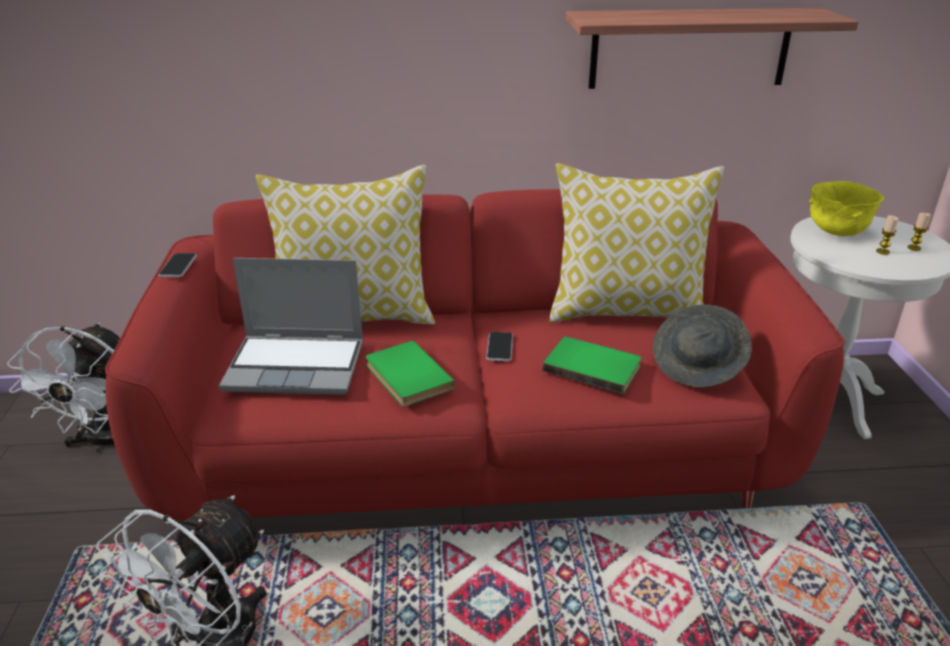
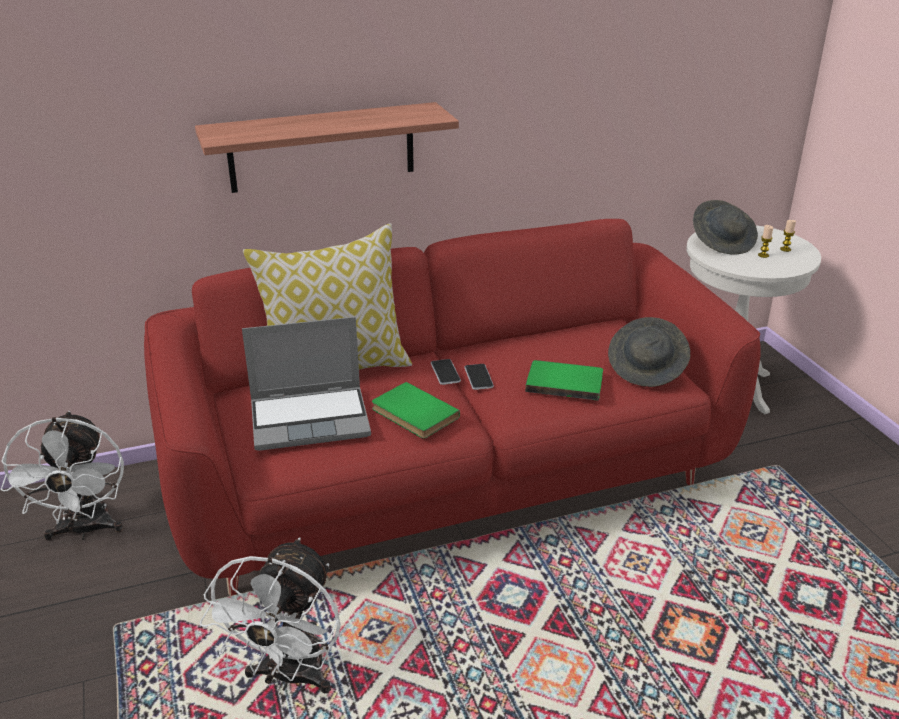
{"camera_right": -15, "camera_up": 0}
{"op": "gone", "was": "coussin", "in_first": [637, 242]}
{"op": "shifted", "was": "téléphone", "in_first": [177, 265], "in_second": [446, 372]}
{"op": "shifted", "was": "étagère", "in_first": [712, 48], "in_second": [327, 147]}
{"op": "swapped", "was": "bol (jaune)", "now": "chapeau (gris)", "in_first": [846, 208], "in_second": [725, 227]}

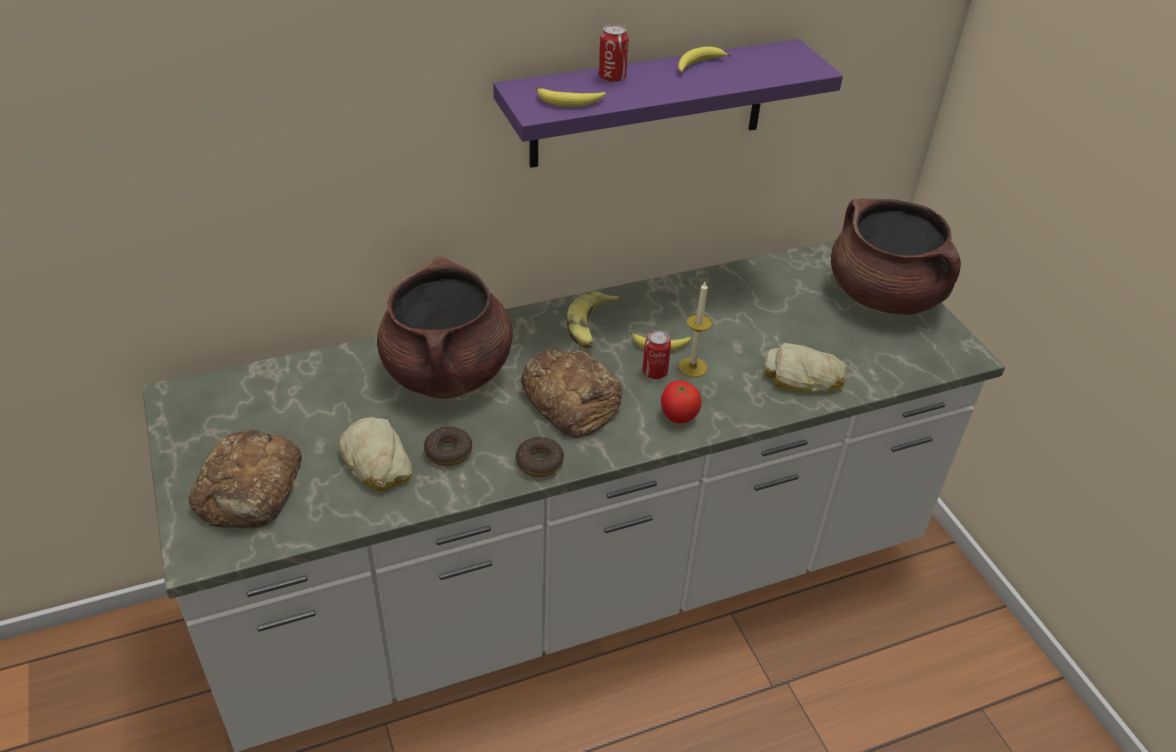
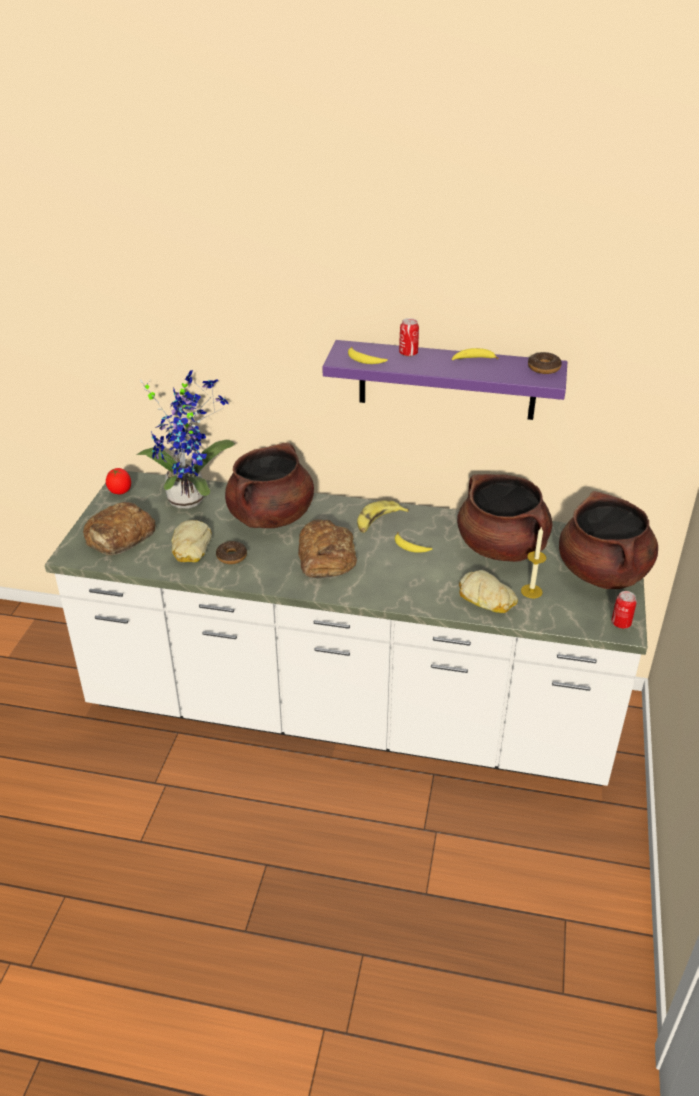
{"camera_right": 35, "camera_up": -5}
{"op": "new", "now": "plante en pot", "in_second": [186, 439]}
{"op": "new", "now": "marmite (marron)", "in_second": [504, 518]}
{"op": "shifted", "was": "beignet", "in_first": [540, 457], "in_second": [545, 363]}
{"op": "shifted", "was": "boîte métallique", "in_first": [656, 354], "in_second": [624, 610]}
{"op": "shifted", "was": "tomate", "in_first": [681, 402], "in_second": [118, 481]}
{"op": "shifted", "was": "bougie", "in_first": [695, 329], "in_second": [533, 562]}

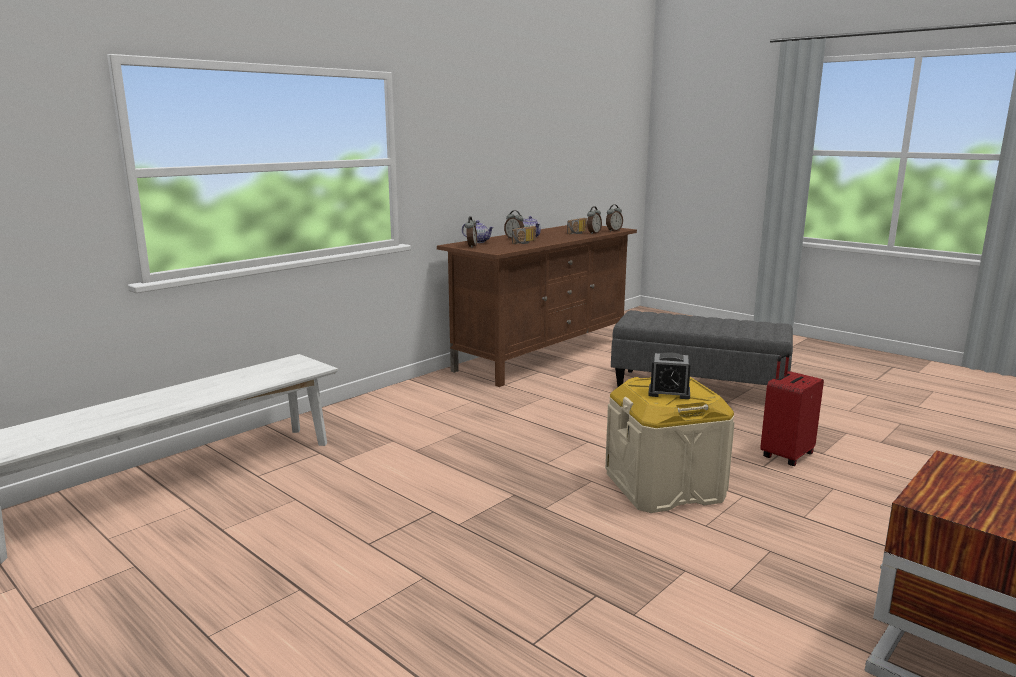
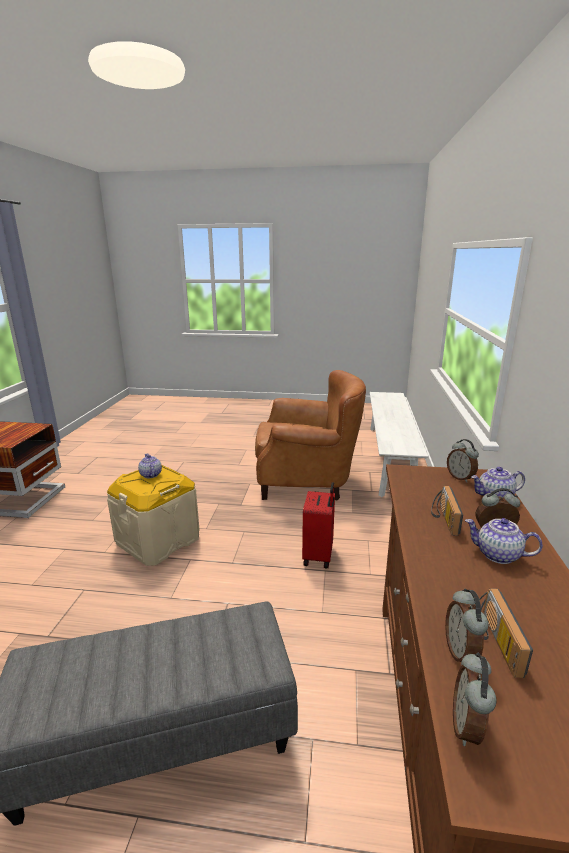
{"camera_right": 145, "camera_up": 5}
{"op": "new", "now": "fauteuil (marron)", "in_second": [310, 435]}
{"op": "shifted", "was": "valise (rouge)", "in_first": [792, 409], "in_second": [318, 525]}
{"op": "swapped", "was": "réveil", "now": "théière", "in_first": [669, 375], "in_second": [150, 466]}

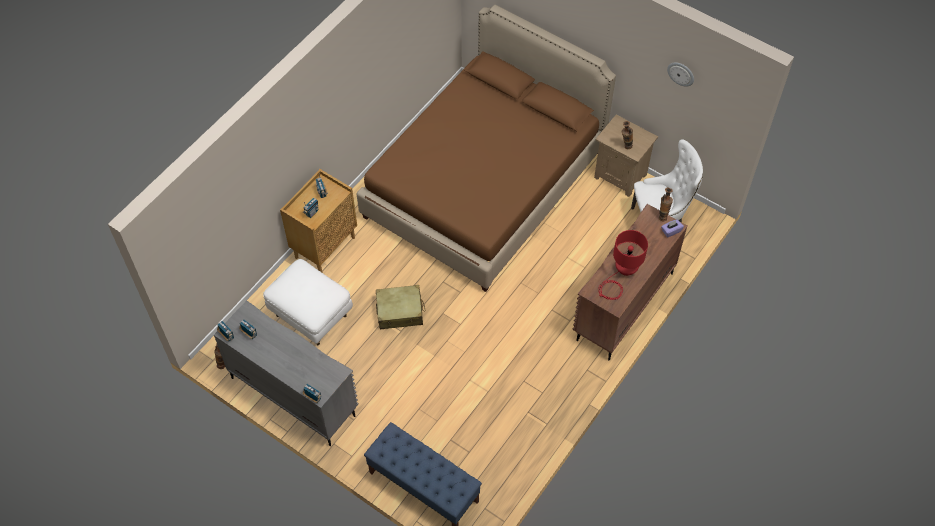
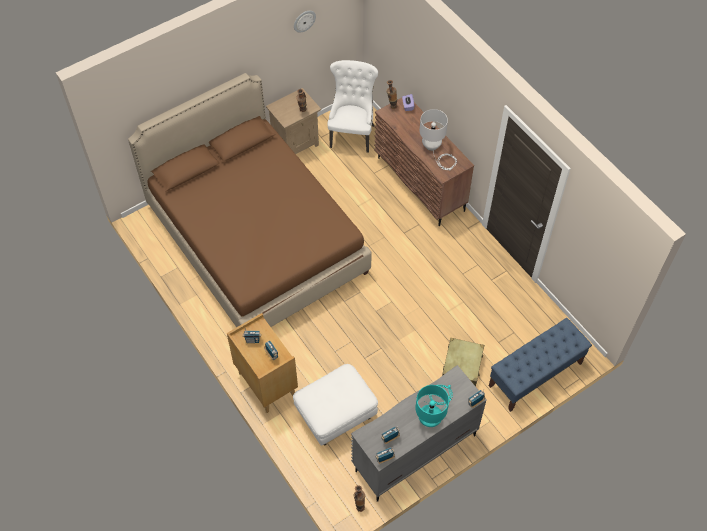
{"camera_right": -70, "camera_up": 0}
{"op": "new", "now": "lampe de table (turquoise)", "in_second": [434, 406]}
{"op": "shifted", "was": "valise (beige)", "in_first": [400, 307], "in_second": [463, 362]}
{"op": "repainted", "was": "lampe de table (rouge)", "now": "lampe de table (gris)", "in_first": [623, 265], "in_second": [438, 140]}

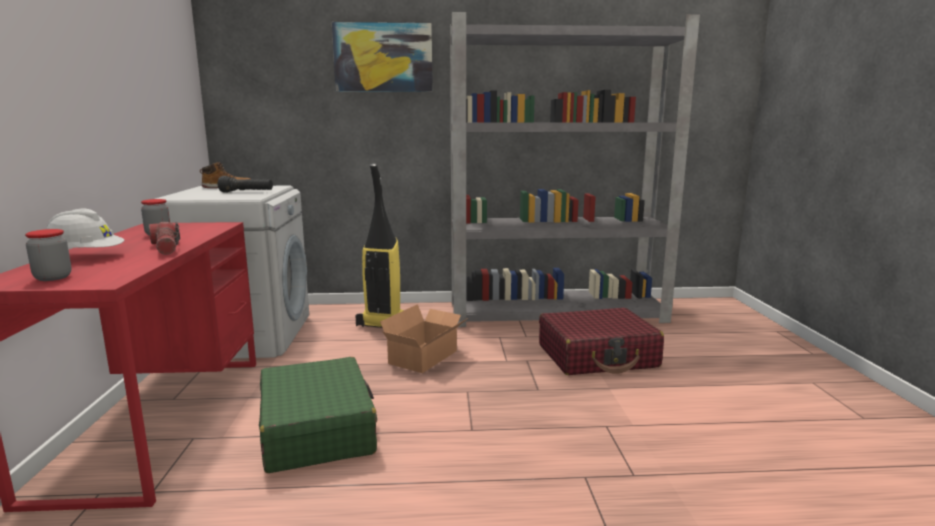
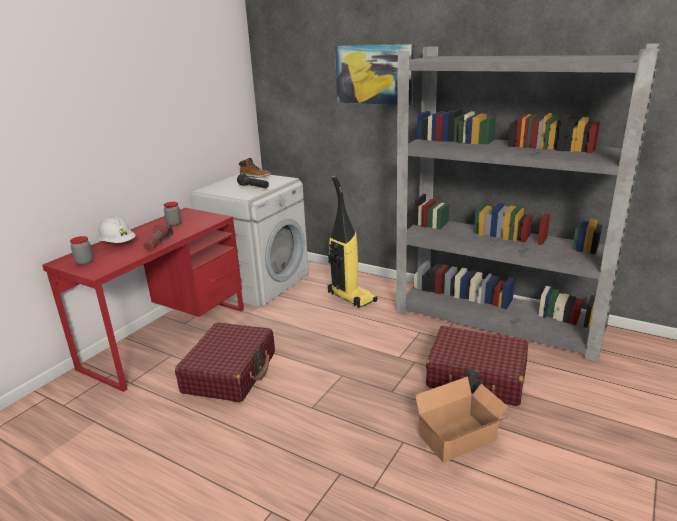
{"camera_right": 35, "camera_up": 10}
{"op": "shifted", "was": "carton", "in_first": [424, 338], "in_second": [461, 419]}
{"op": "repainted", "was": "valise (vert)", "now": "valise (rouge)", "in_first": [318, 415], "in_second": [225, 362]}

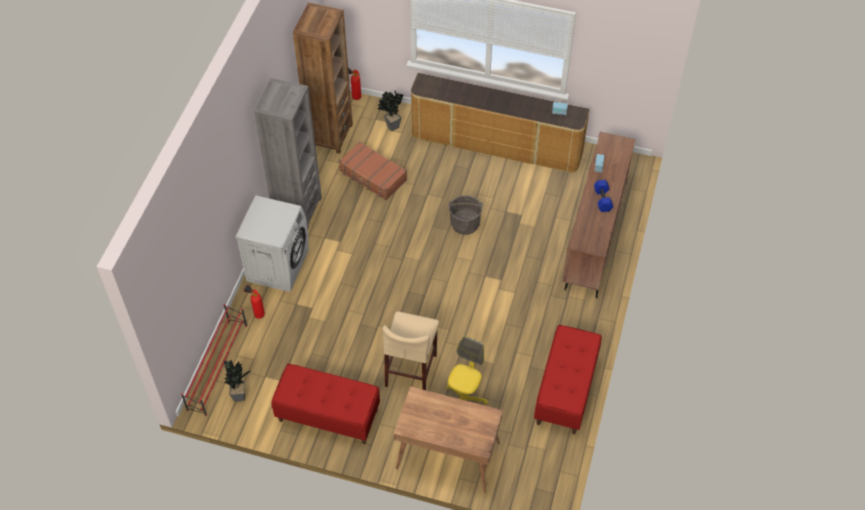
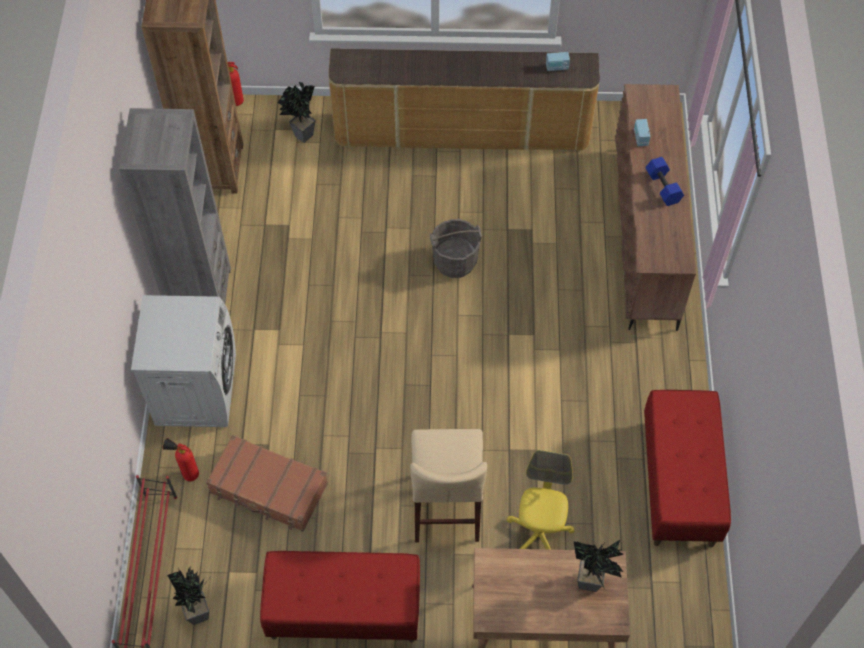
{"camera_right": -15, "camera_up": 5}
{"op": "new", "now": "plante en pot", "in_second": [599, 566]}
{"op": "shifted", "was": "valise (marron)", "in_first": [373, 170], "in_second": [267, 483]}

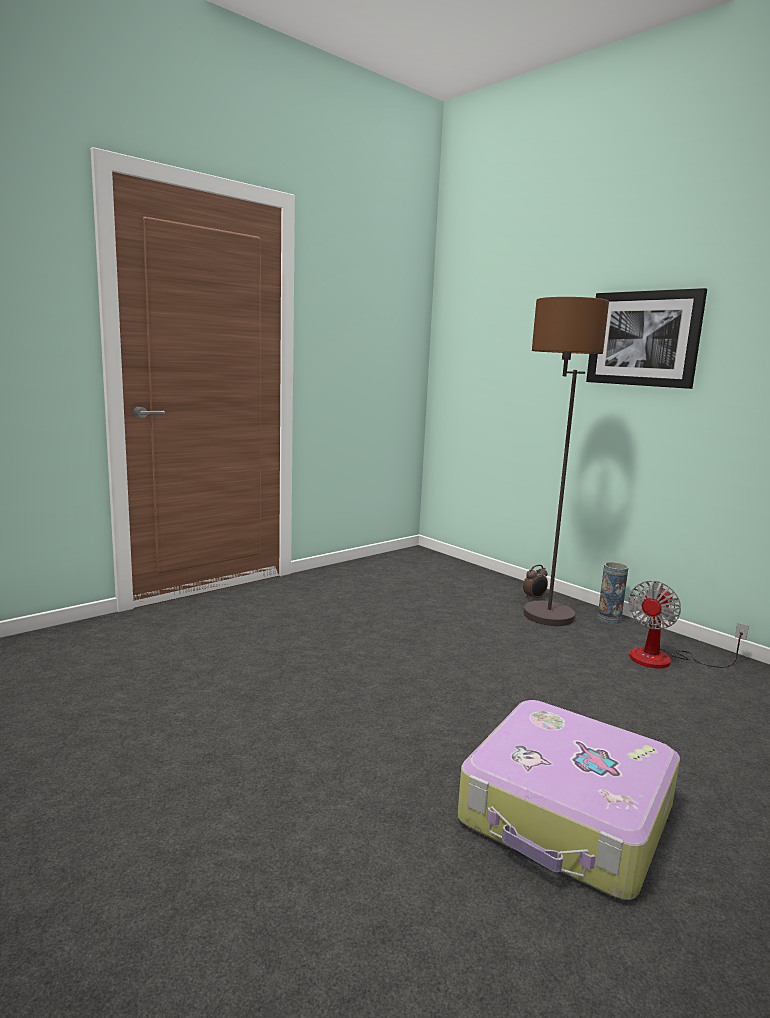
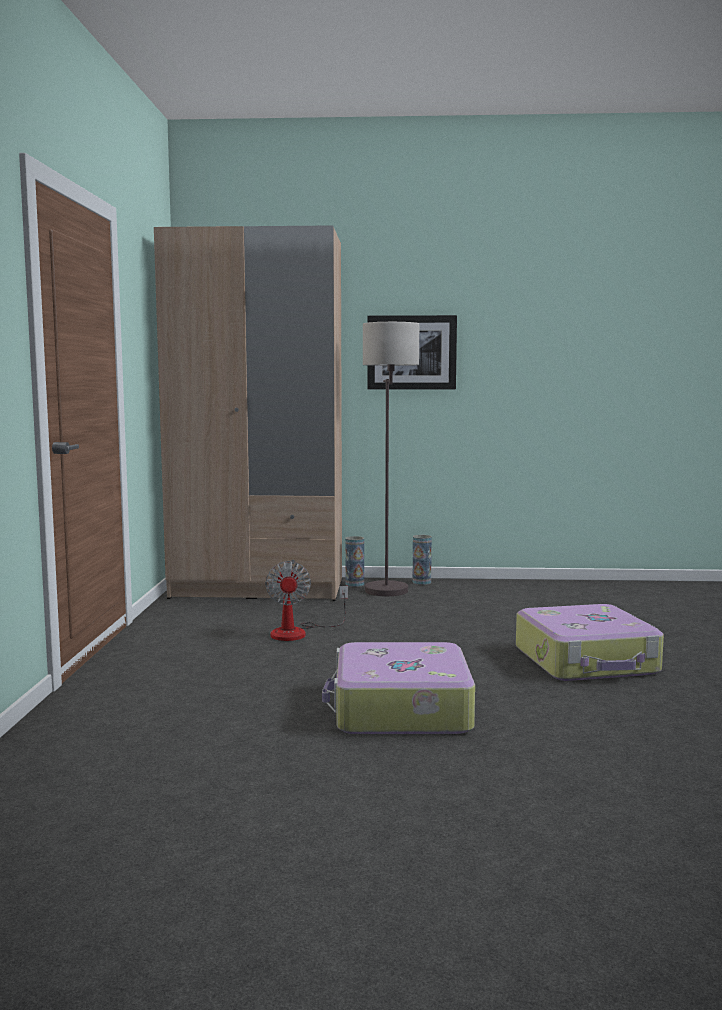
{"camera_right": -45, "camera_up": -5}
{"op": "new", "now": "armoire (beige)", "in_second": [248, 413]}
{"op": "new", "now": "valise", "in_second": [398, 688]}
{"op": "shifted", "was": "ventilateur", "in_first": [688, 624], "in_second": [306, 601]}
{"op": "swapped", "was": "réveil", "now": "vase", "in_first": [535, 582], "in_second": [354, 561]}
{"op": "repainted", "was": "lampadaire (marron)", "now": "lampadaire (gris)", "in_first": [566, 461], "in_second": [391, 459]}

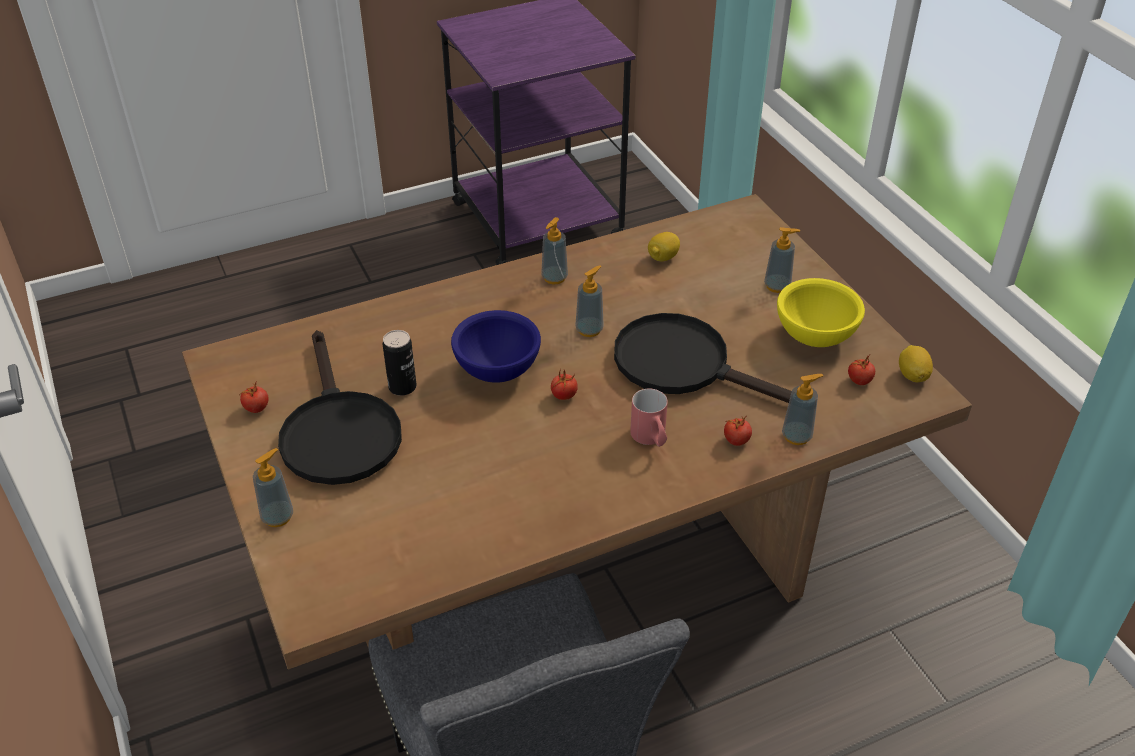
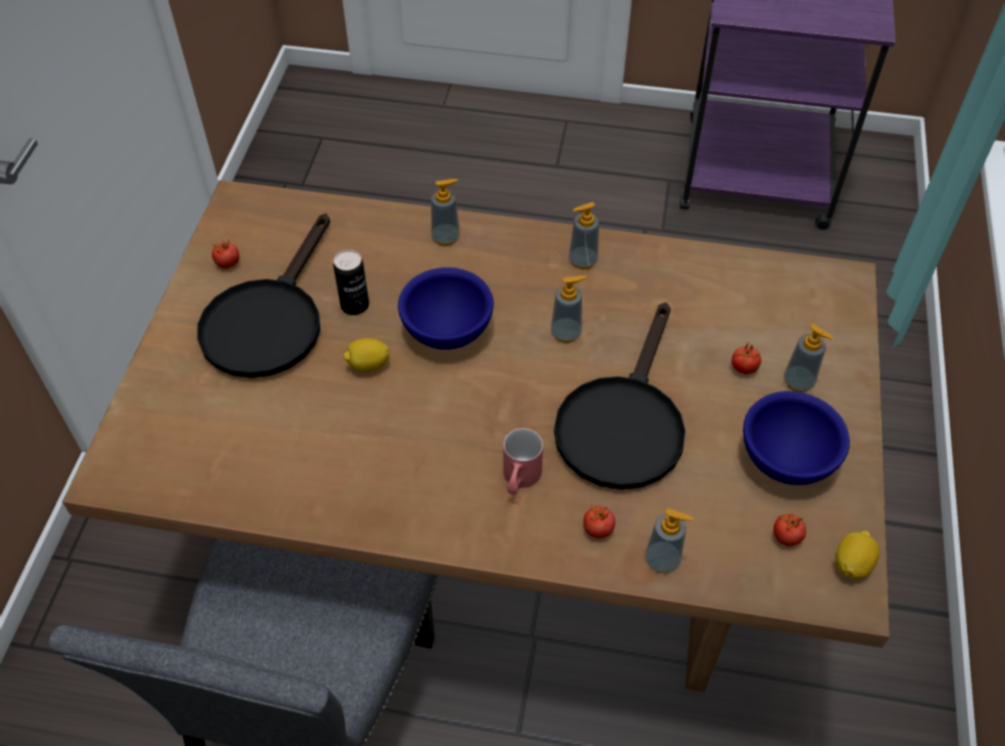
{"camera_right": 35, "camera_up": 10}
{"op": "shifted", "was": "distributeur de savon", "in_first": [273, 487], "in_second": [445, 212]}
{"op": "shifted", "was": "tomate", "in_first": [564, 385], "in_second": [746, 358]}
{"op": "shifted", "was": "citron", "in_first": [664, 246], "in_second": [366, 355]}
{"op": "repainted", "was": "bol (jaune)", "now": "bol (bleu)", "in_first": [821, 312], "in_second": [796, 438]}
{"op": "rotated", "was": "poêle (noir)", "in_first": [703, 358], "in_second": [620, 396], "clockwise": -135}

